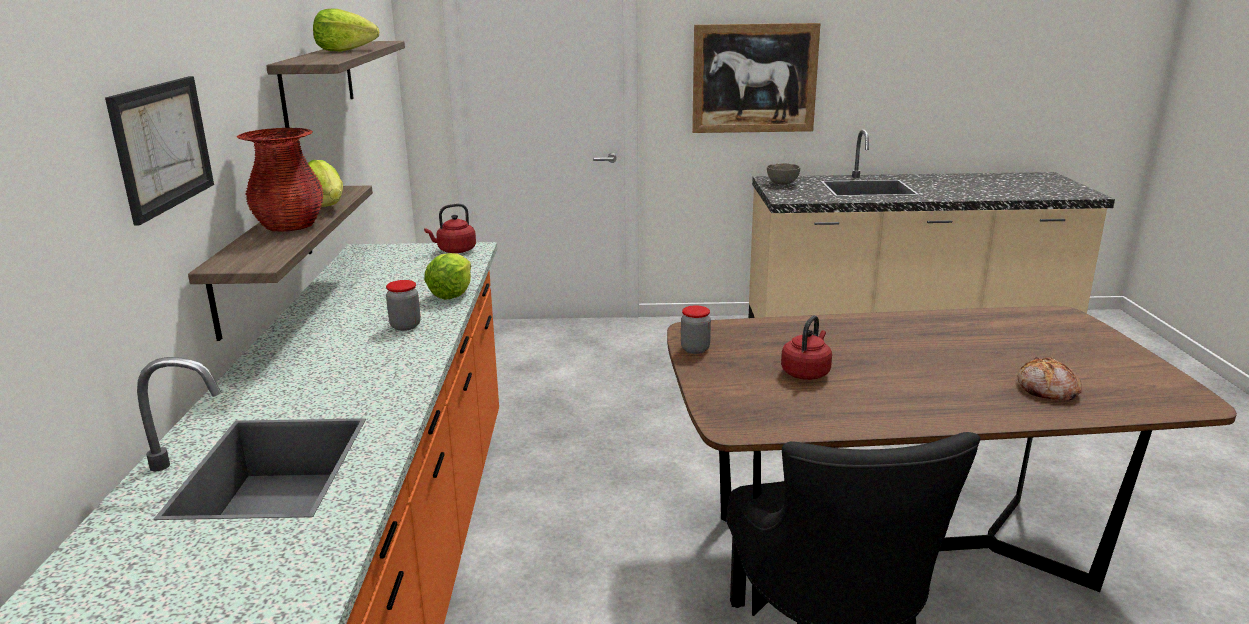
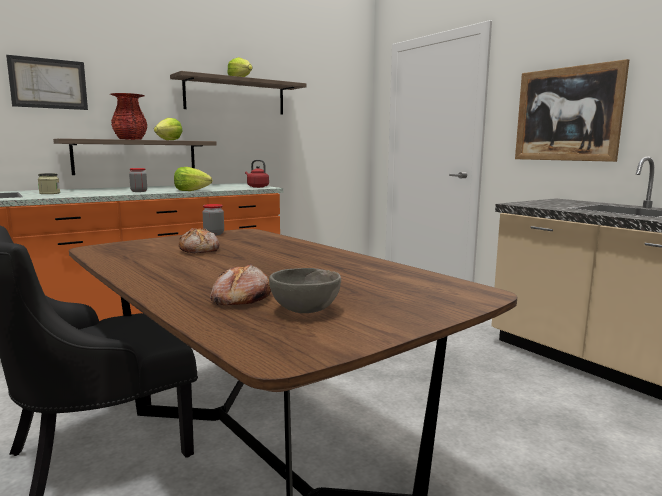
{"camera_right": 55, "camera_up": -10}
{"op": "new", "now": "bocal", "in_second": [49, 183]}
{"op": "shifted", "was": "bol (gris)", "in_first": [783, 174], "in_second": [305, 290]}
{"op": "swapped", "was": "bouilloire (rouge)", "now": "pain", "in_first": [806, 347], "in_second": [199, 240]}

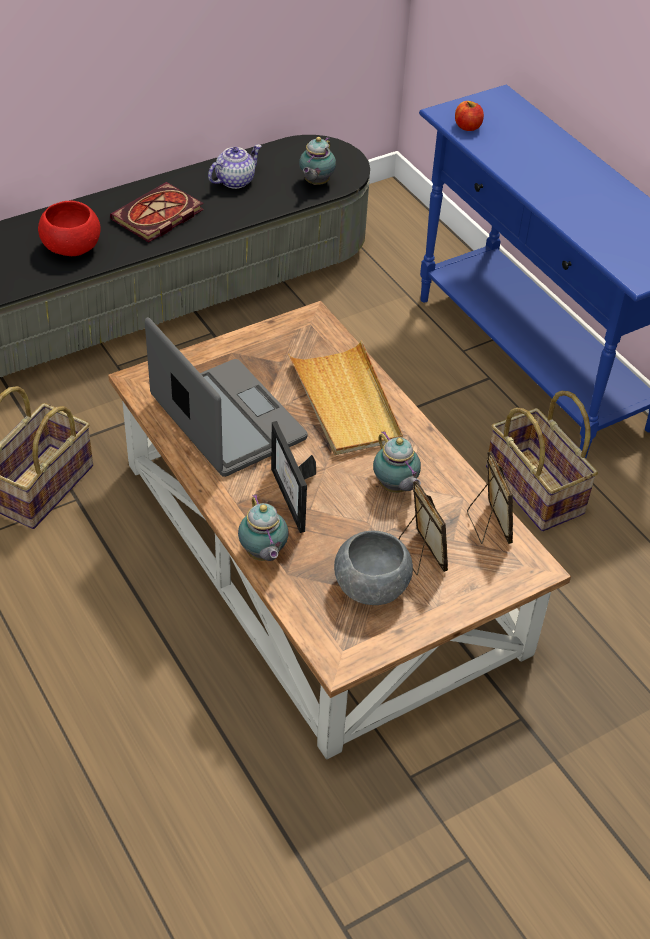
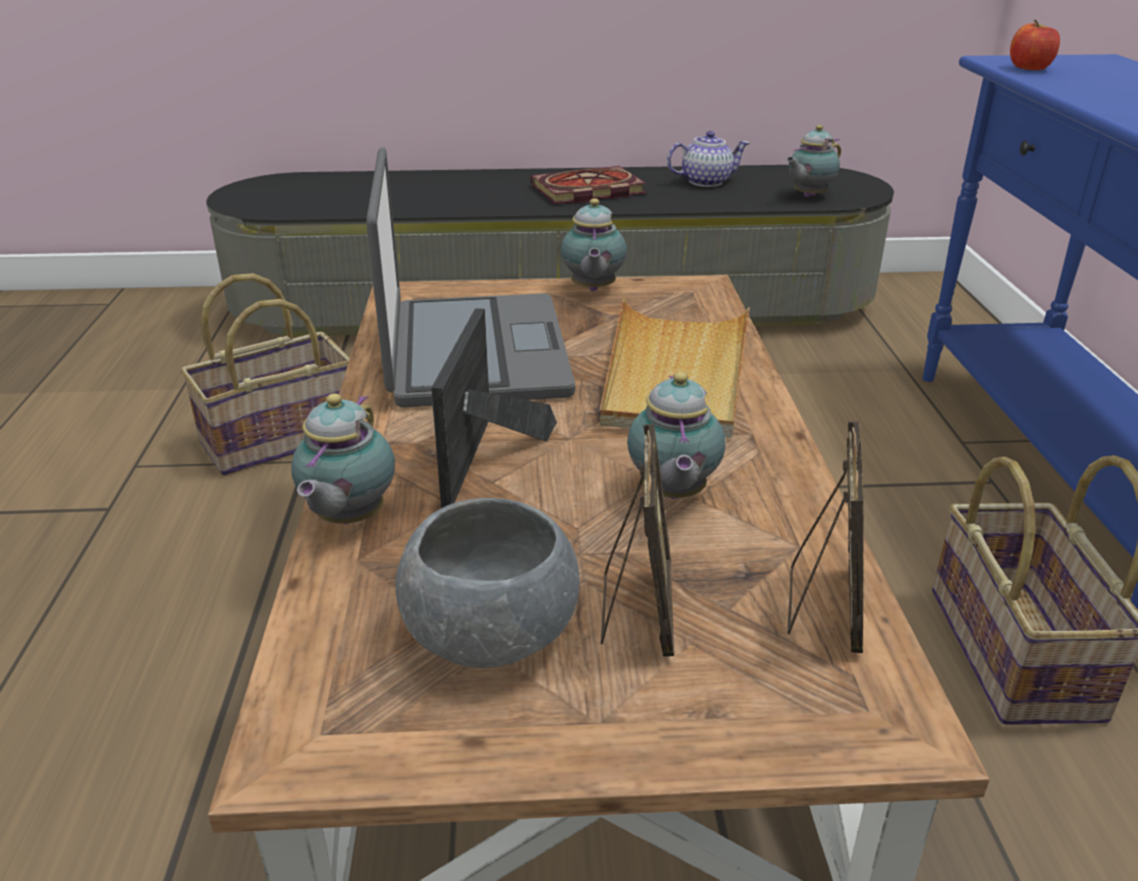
{"camera_right": 30, "camera_up": -15}
{"op": "gone", "was": "bol (rouge)", "in_first": [69, 228]}
{"op": "new", "now": "théière", "in_second": [594, 245]}

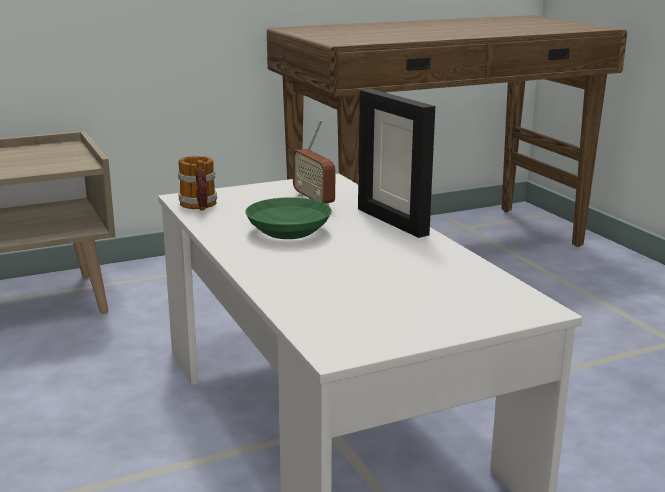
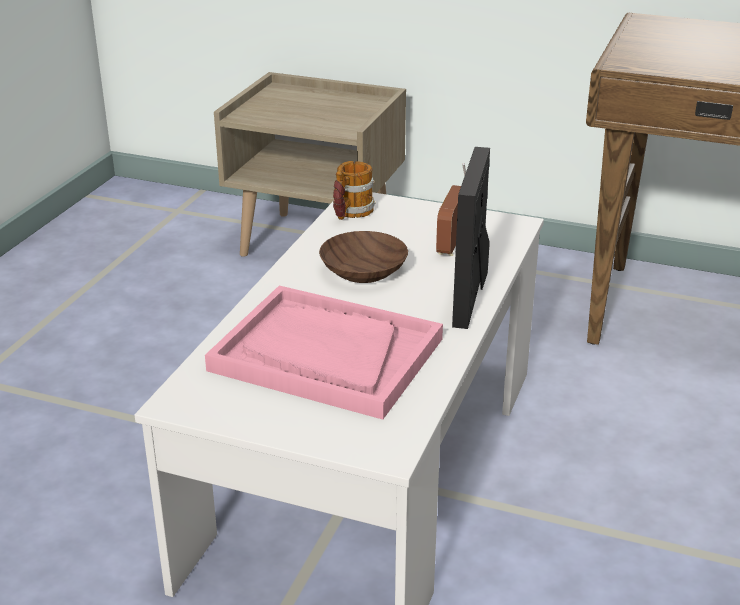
{"camera_right": 45, "camera_up": 10}
{"op": "new", "now": "plateau (rose)", "in_second": [324, 352]}
{"op": "repainted", "was": "bol (vert)", "now": "bol (marron)", "in_first": [288, 218], "in_second": [363, 257]}

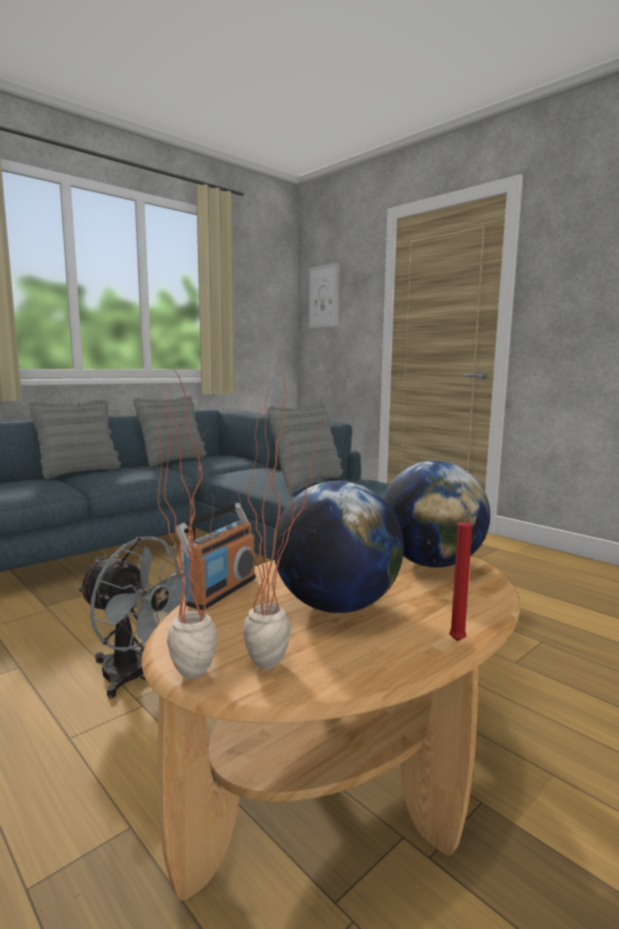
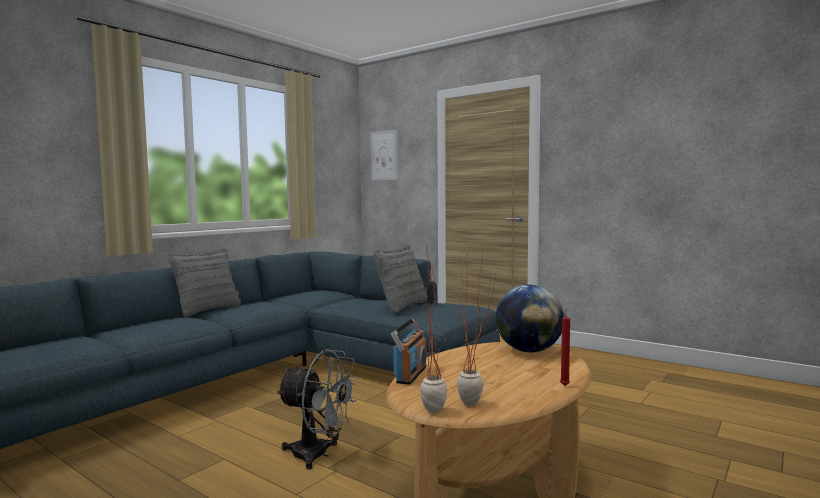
{"camera_right": -10, "camera_up": -5}
{"op": "gone", "was": "coussin (gris)", "in_first": [170, 431]}
{"op": "gone", "was": "globe", "in_first": [338, 547]}

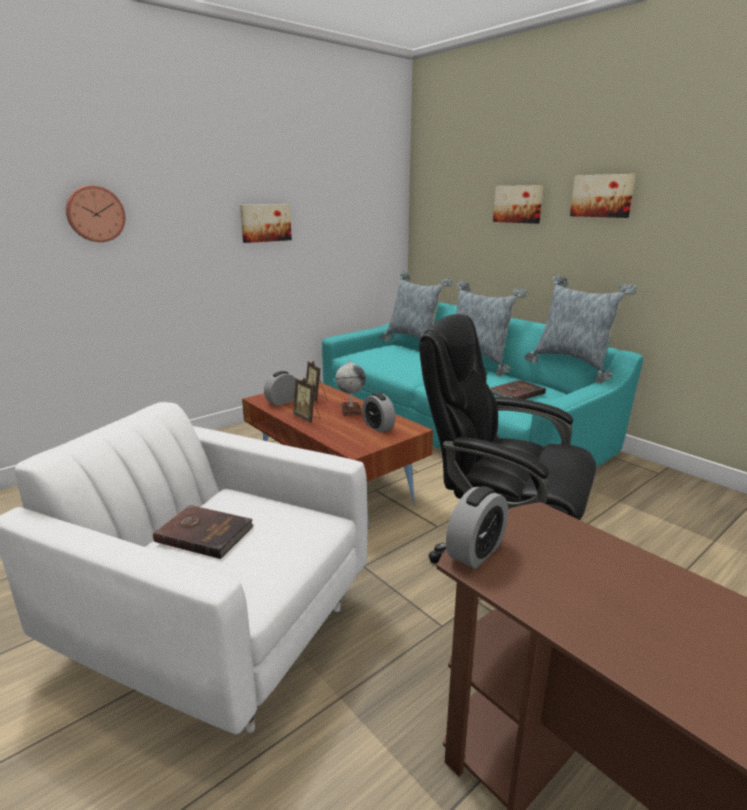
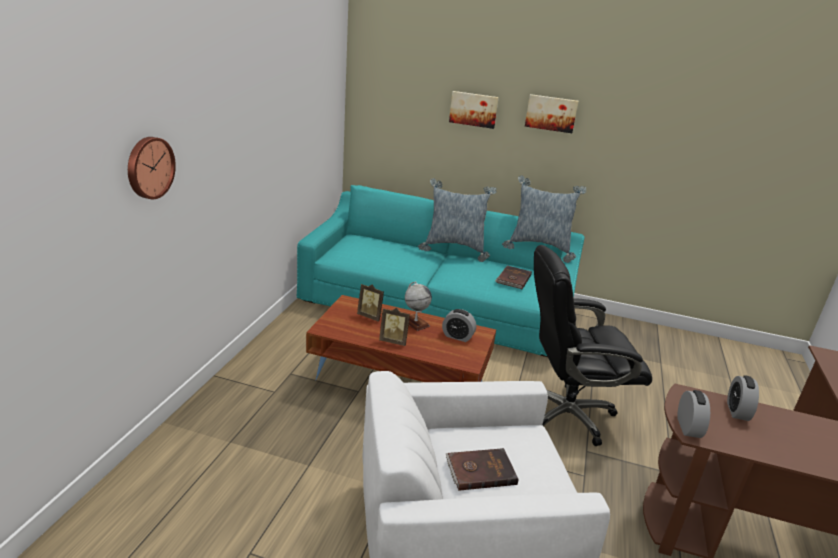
{"camera_right": -35, "camera_up": 5}
{"op": "gone", "was": "tableau", "in_first": [266, 223]}
{"op": "gone", "was": "coussin", "in_first": [416, 306]}
{"op": "shifted", "was": "réveil", "in_first": [280, 388], "in_second": [743, 398]}

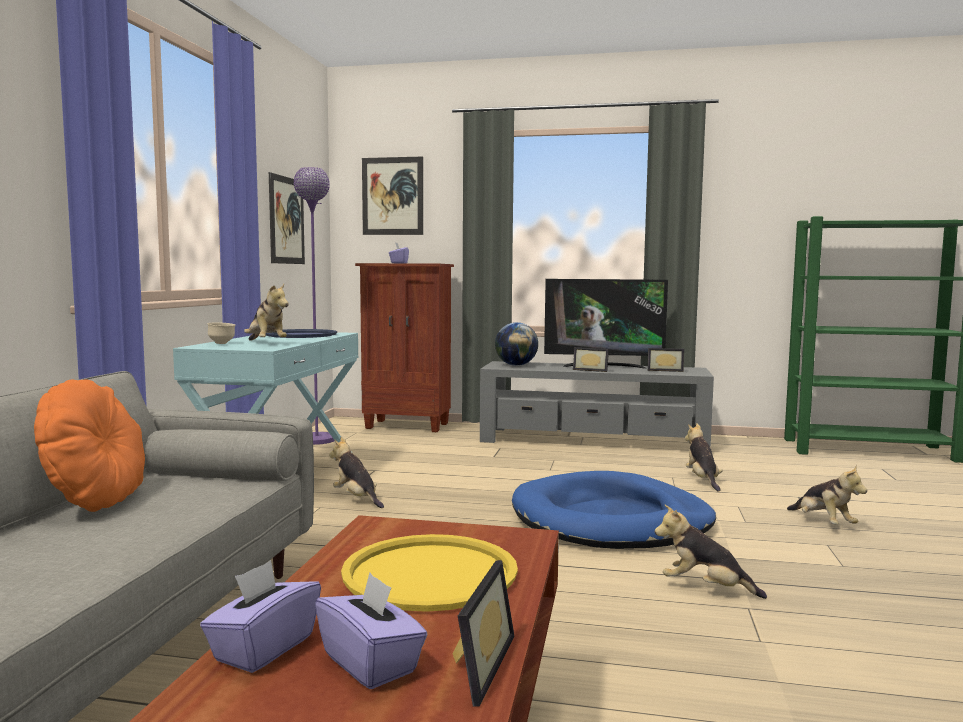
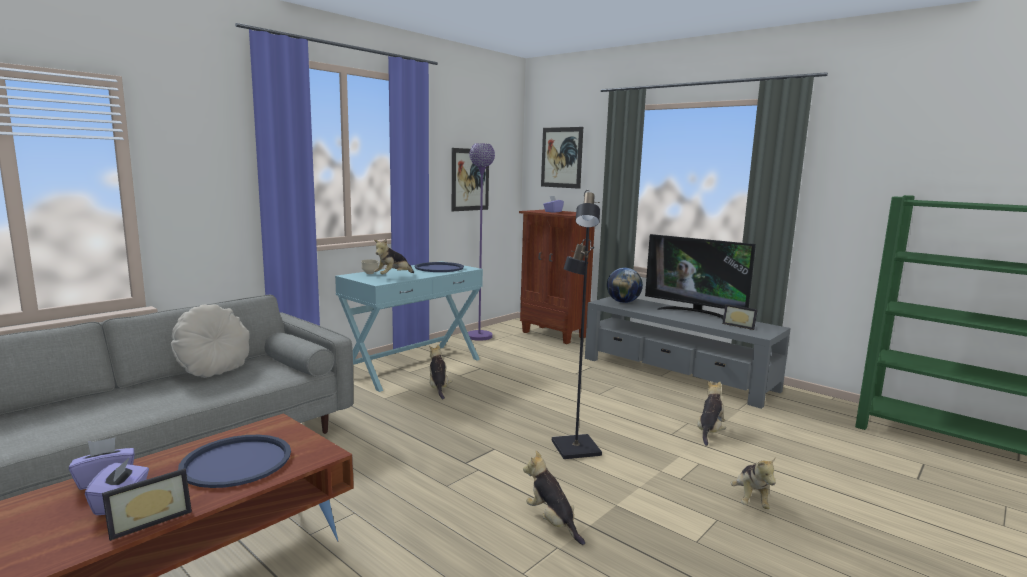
{"camera_right": 30, "camera_up": 5}
{"op": "gone", "was": "cadre photo", "in_first": [591, 359]}
{"op": "swapped", "was": "panier pour chien (bleu)", "now": "lampadaire (noir)", "in_first": [614, 510], "in_second": [577, 324]}
{"op": "repainted", "was": "coussin (orange)", "now": "coussin (beige)", "in_first": [89, 445], "in_second": [210, 341]}
{"op": "repainted", "was": "plateau (jaune)", "now": "plateau (bleu)", "in_first": [429, 573], "in_second": [234, 461]}
{"op": "rotated", "was": "peluche", "in_first": [266, 312], "in_second": [394, 256], "clockwise": 45}

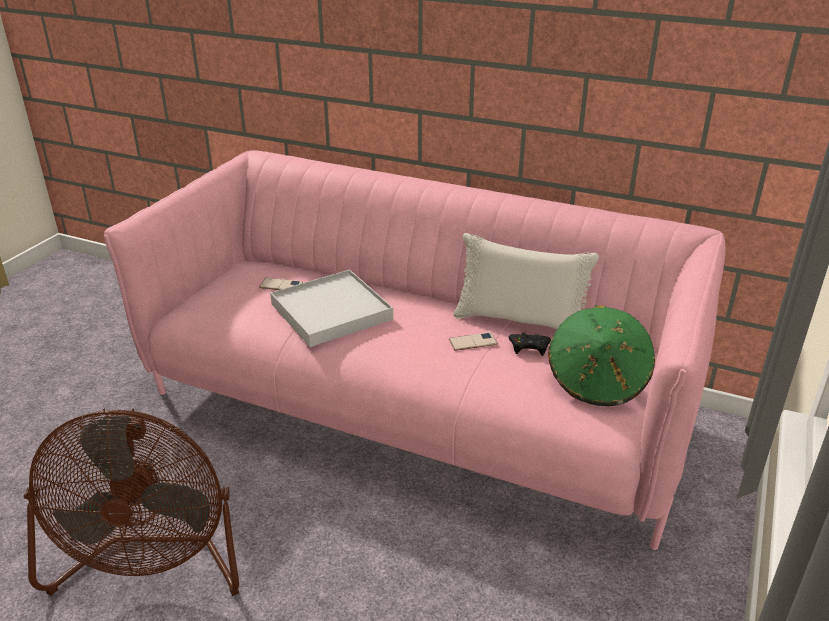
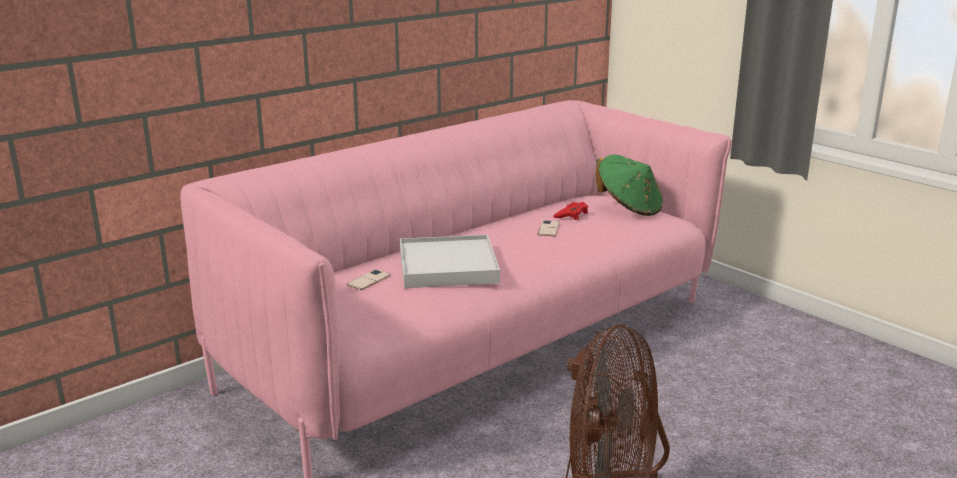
{"camera_right": -65, "camera_up": -10}
{"op": "gone", "was": "coussin (blanc)", "in_first": [526, 281]}
{"op": "repainted", "was": "manette (noir)", "now": "manette (rouge)", "in_first": [530, 344], "in_second": [570, 211]}

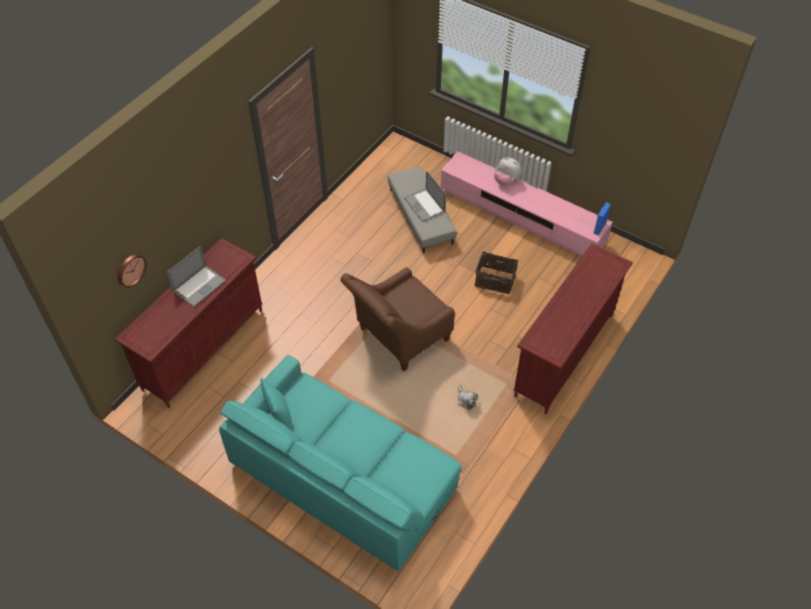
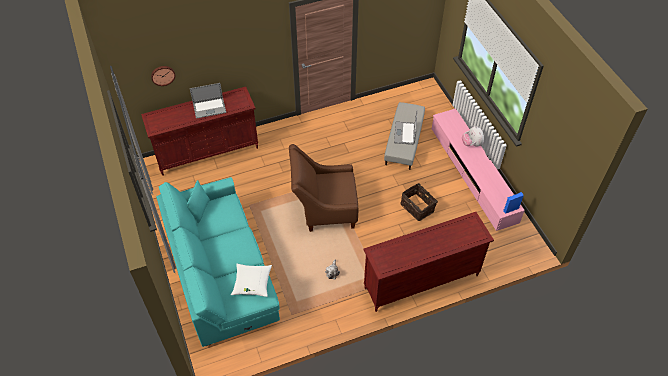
{"camera_right": 35, "camera_up": 0}
{"op": "new", "now": "coussin (blanc)", "in_second": [251, 280]}

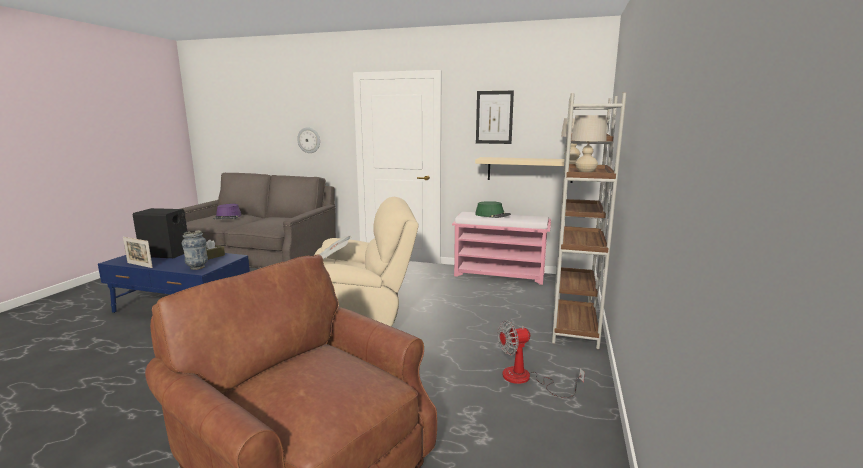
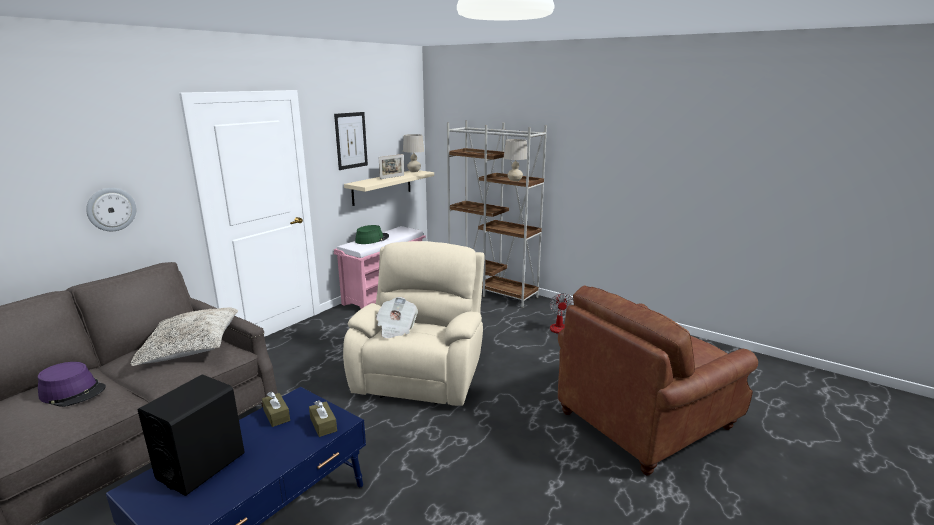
{"camera_right": -70, "camera_up": 5}
{"op": "new", "now": "coussin (beige)", "in_second": [184, 336]}
{"op": "shifted", "was": "cadre photo", "in_first": [138, 252], "in_second": [391, 166]}
{"op": "swapped", "was": "vase", "now": "boîte à mouchoirs (marron)", "in_first": [195, 250], "in_second": [323, 418]}

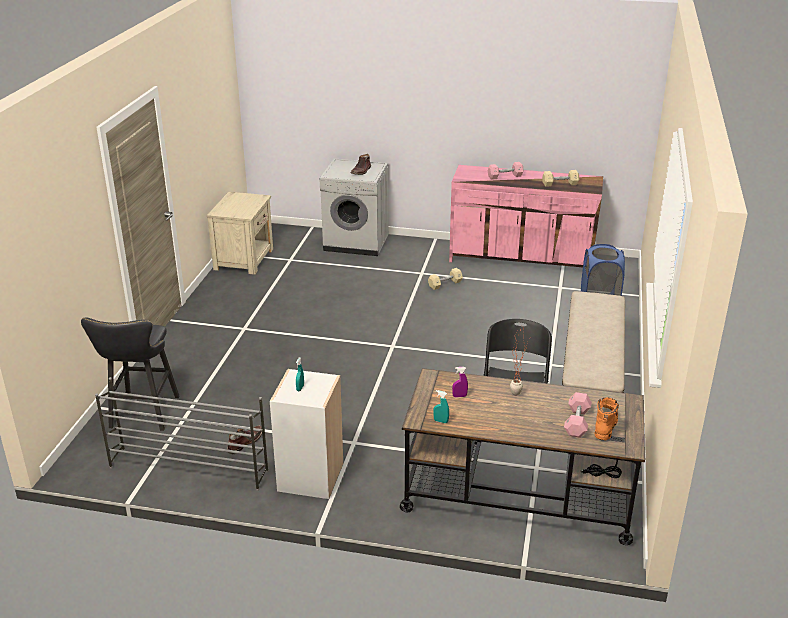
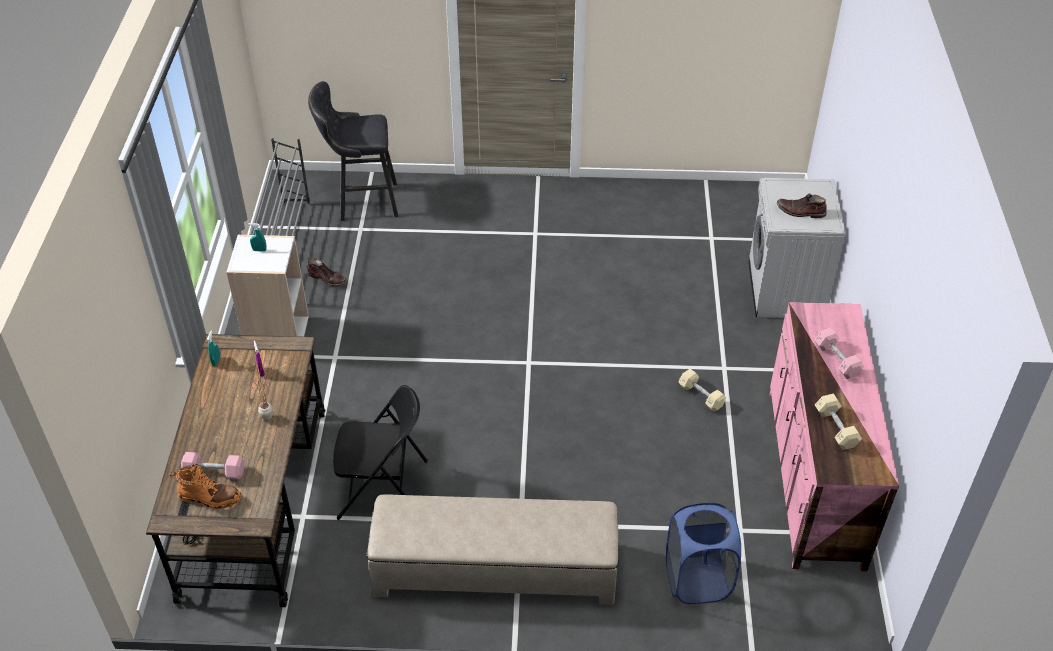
{"camera_right": 80, "camera_up": 15}
{"op": "gone", "was": "table de chevet (beige)", "in_first": [240, 233]}

